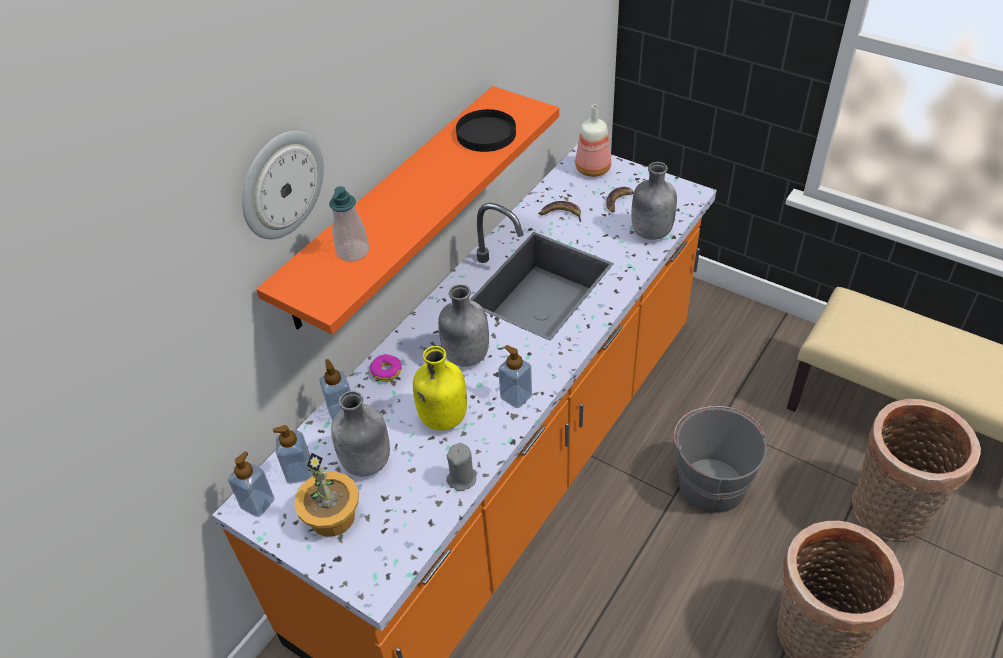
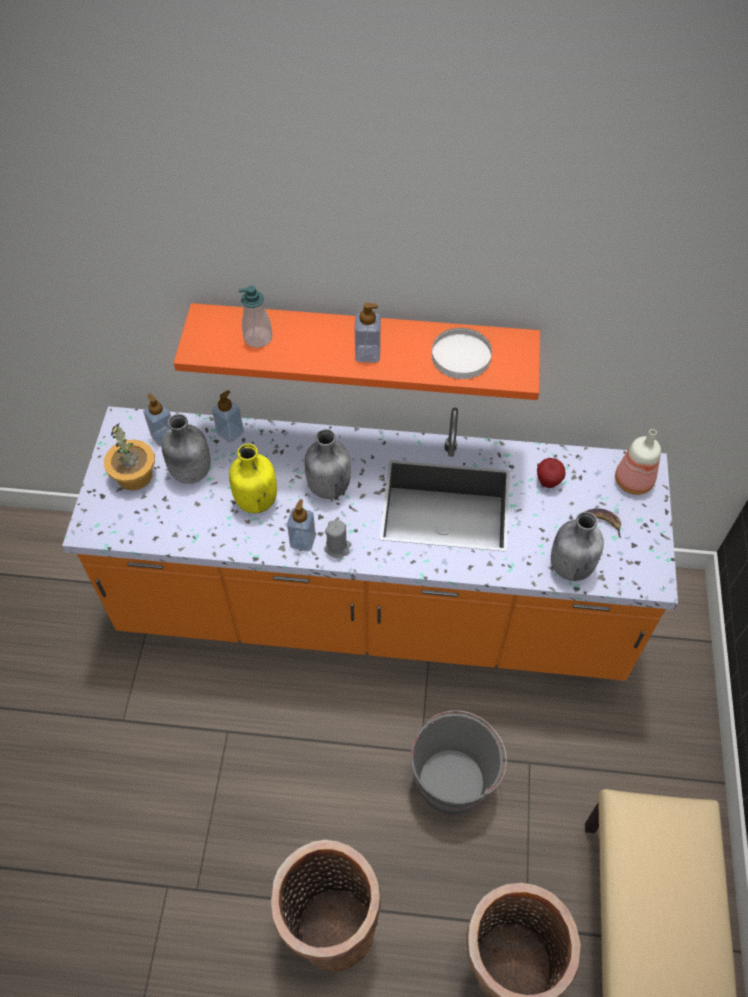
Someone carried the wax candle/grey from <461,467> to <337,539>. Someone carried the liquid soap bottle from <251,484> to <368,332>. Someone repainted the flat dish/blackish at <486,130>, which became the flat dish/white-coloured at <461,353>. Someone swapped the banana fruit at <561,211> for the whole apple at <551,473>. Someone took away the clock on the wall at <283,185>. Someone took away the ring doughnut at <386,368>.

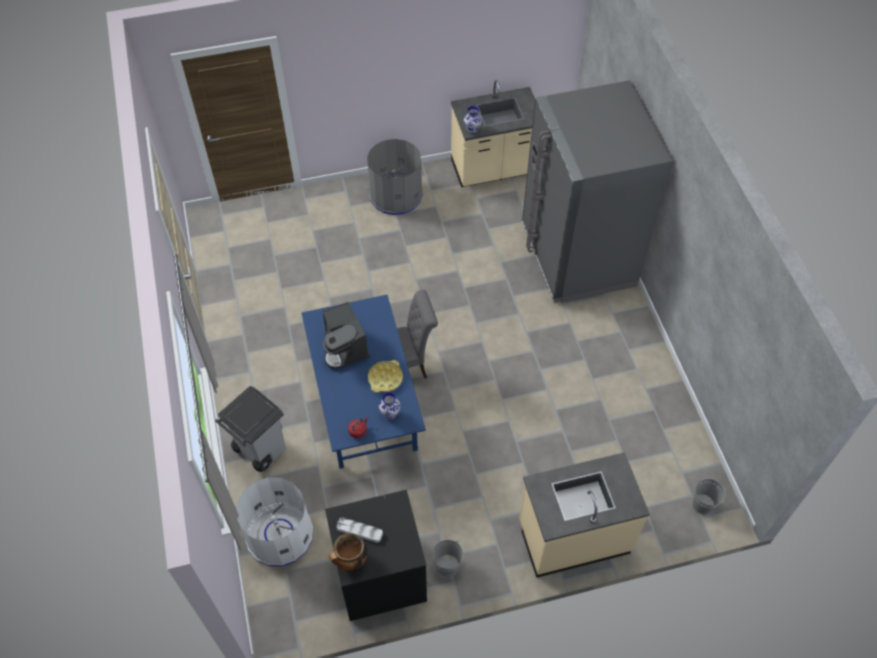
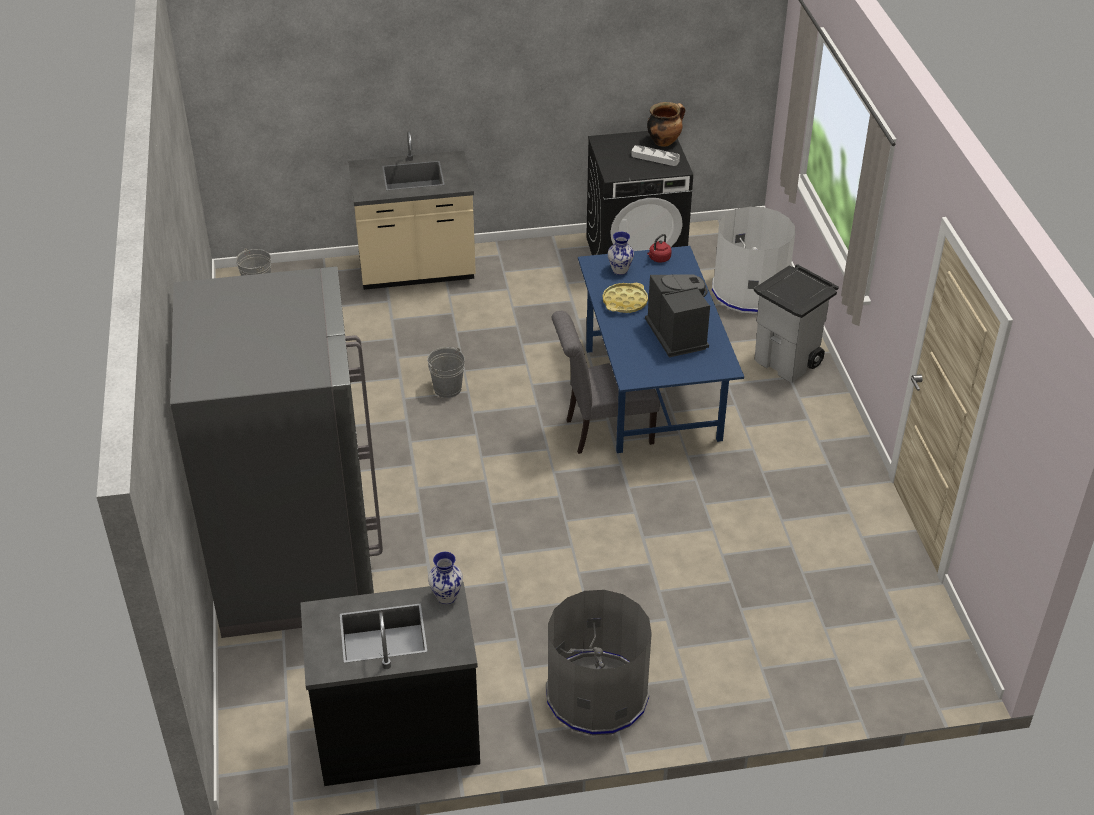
Someone repainted the counter/beige-coloured at <493,133>, which became the counter/blackish at <390,684>. Someone carried the pail/grey from <448,558> to <446,372>.

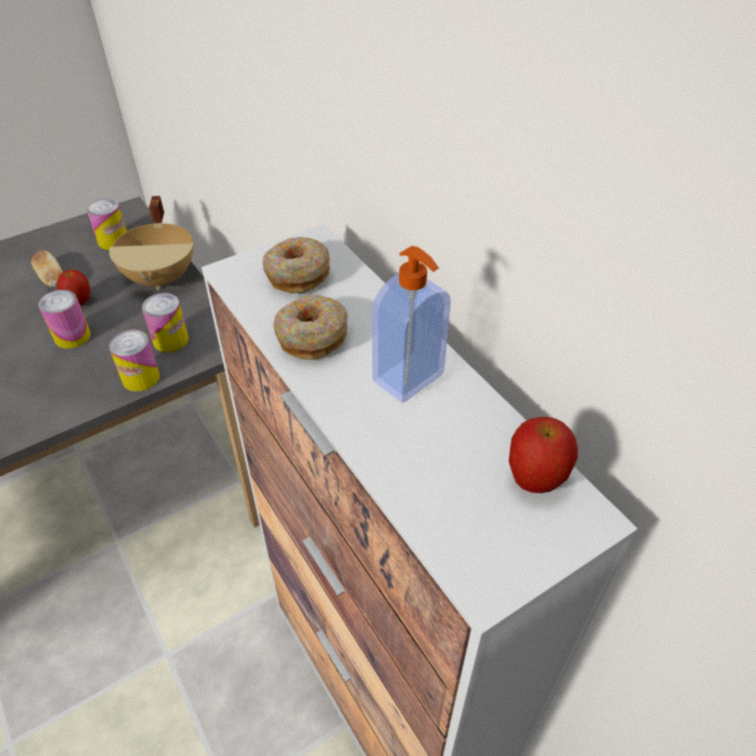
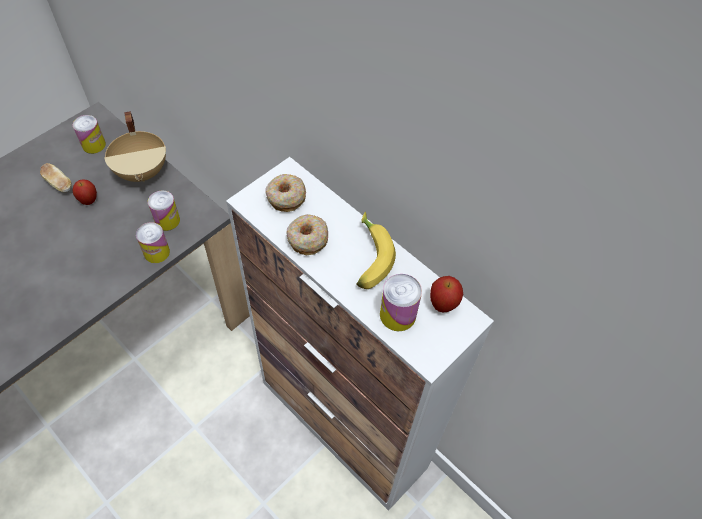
Someone swapped the liquid soap bottle at <411,324> for the banana fruit at <376,250>. Someone carried the metal can from <64,319> to <401,302>.

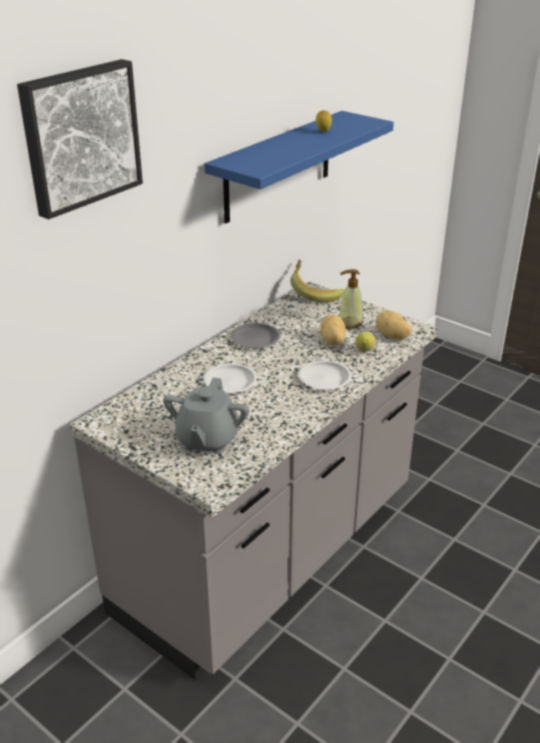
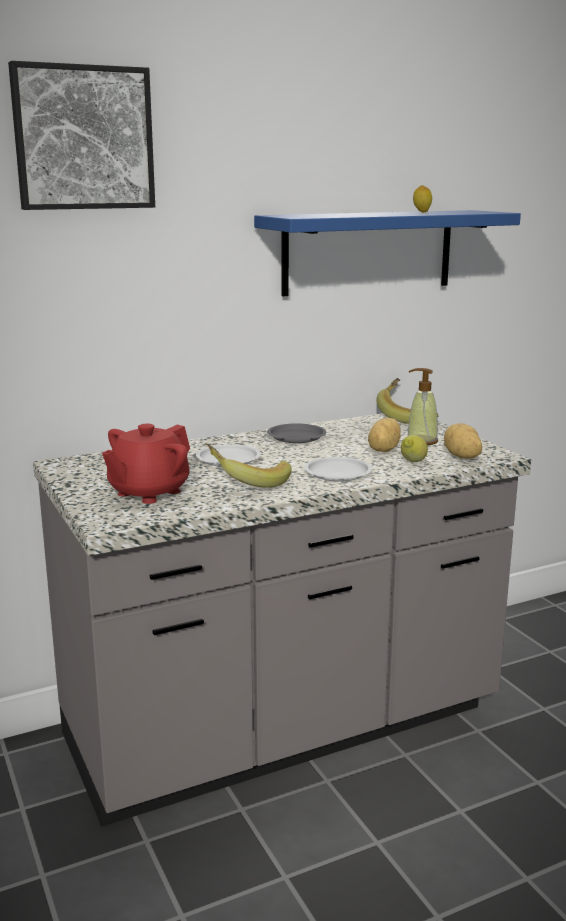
Someone repainted the tea pot/grey at <206,416>, which became the tea pot/reddish at <146,464>. Someone put down the banana fruit at <249,465>.

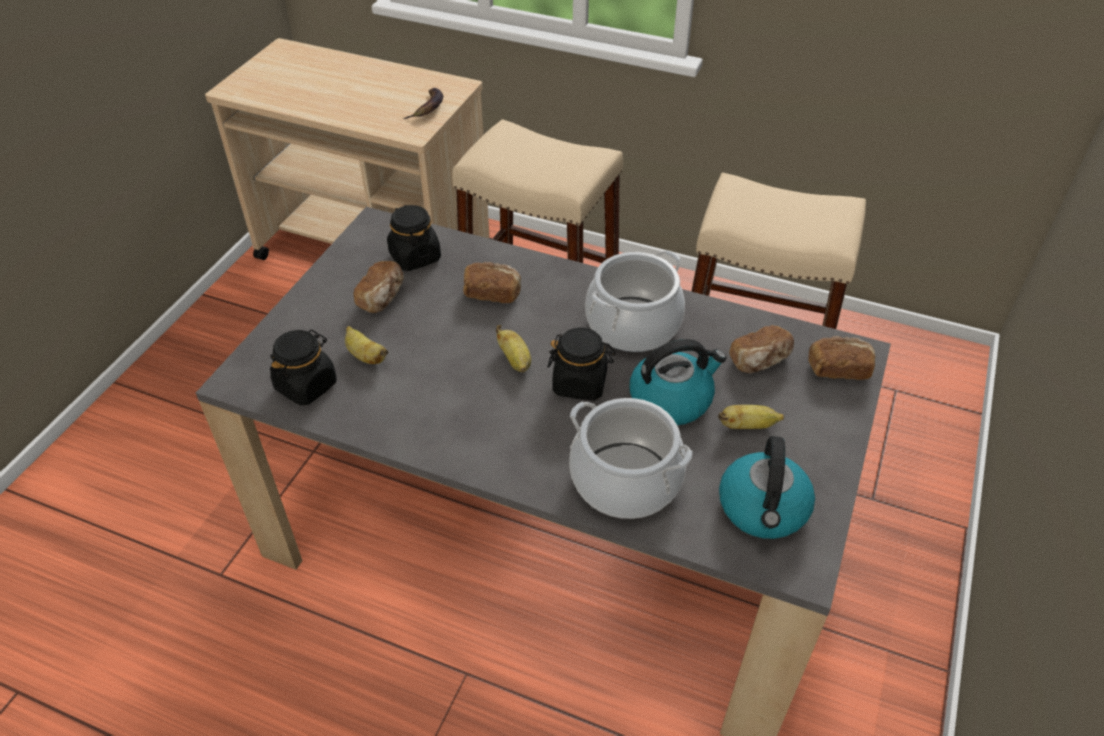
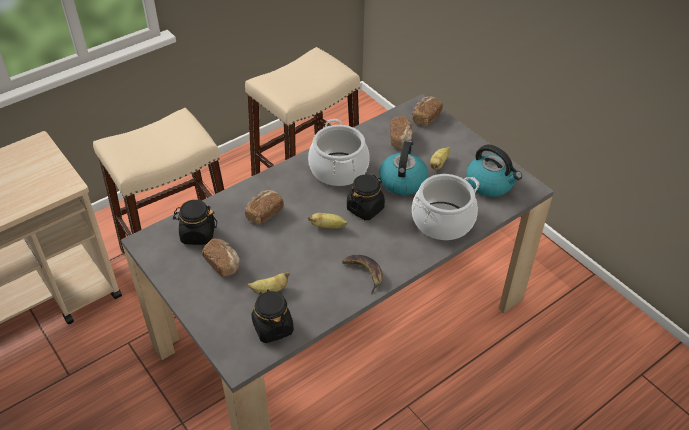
Someone carried the banana fruit from <423,103> to <362,275>.

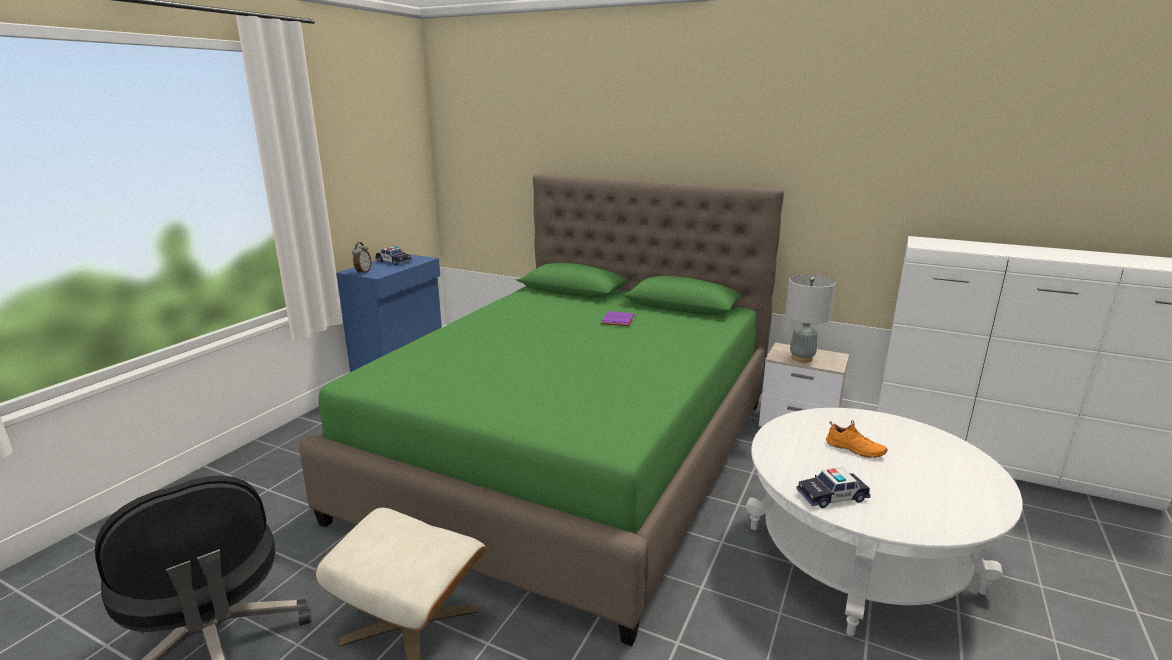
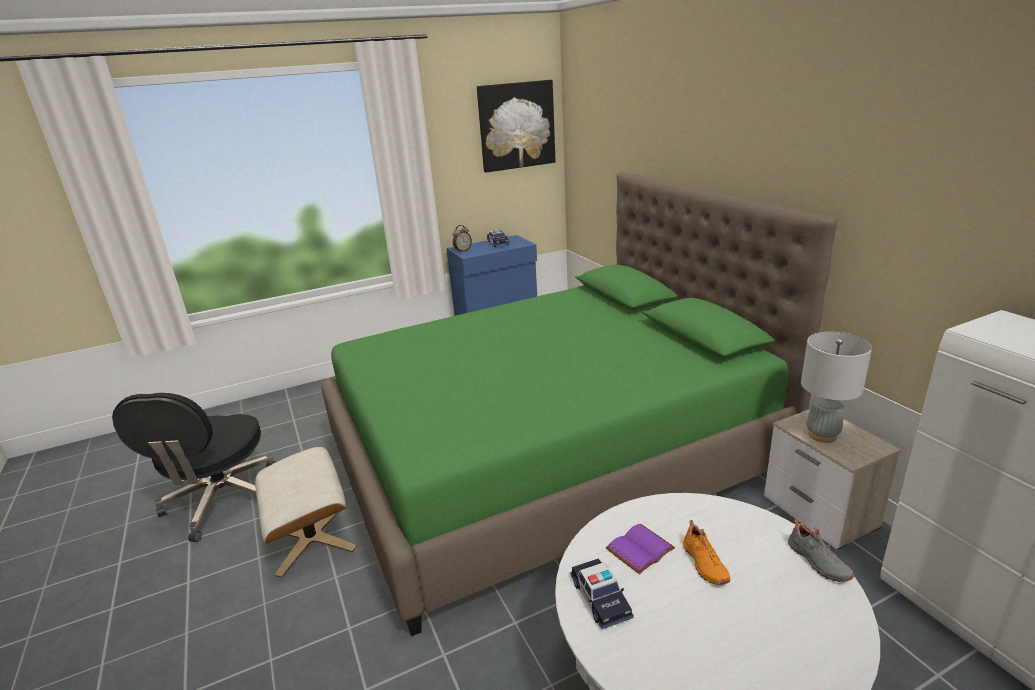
Someone put up the picture at <516,126>. Someone rotated the miniature car at <834,488> by 135 degrees counterclockwise. Someone carried the bound book/purplish from <618,318> to <640,549>. Someone put down the shoe/grey at <821,550>.

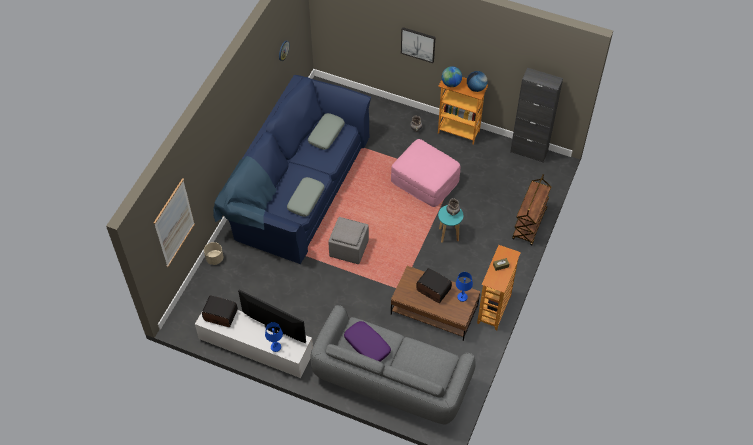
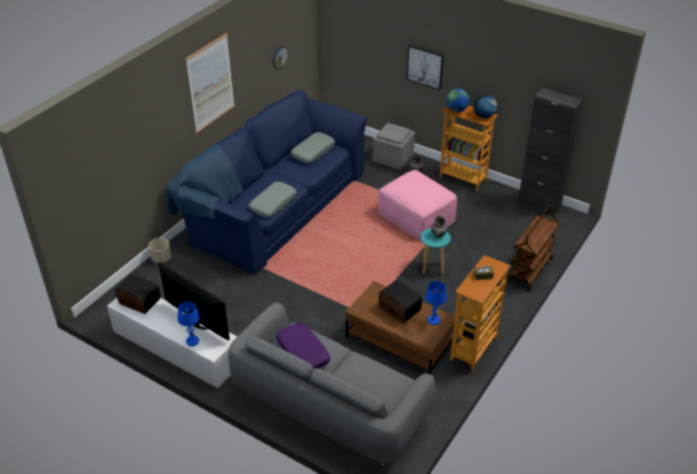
Someone carried the picture from <174,222> to <210,83>. Someone carried the footrest/grey from <348,240> to <393,146>.

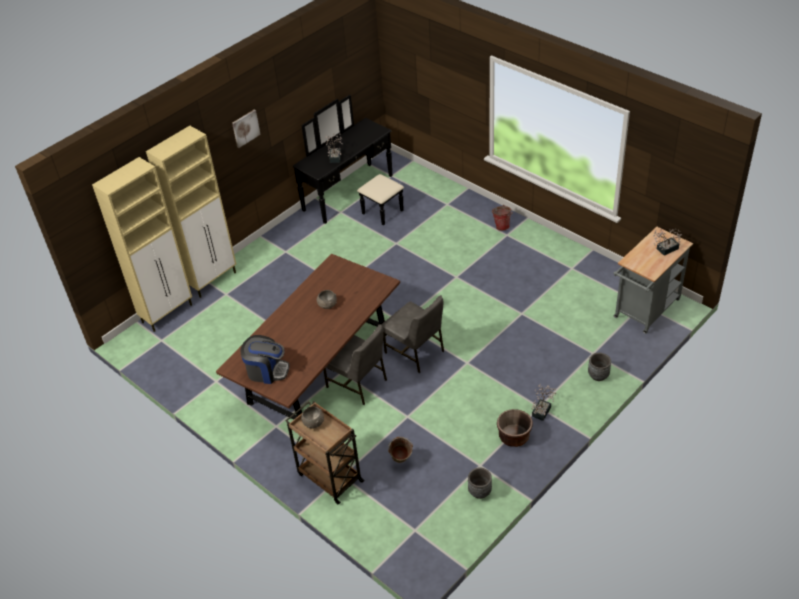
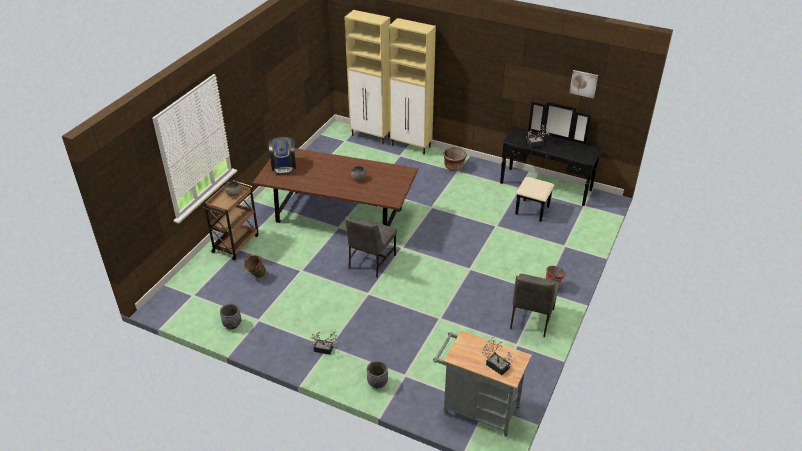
Someone carried the flower pot/brownish from <515,428> to <455,159>. Someone carried the plain chair/grey from <355,364> to <535,305>. Someone carried the picture from <246,129> to <583,84>.

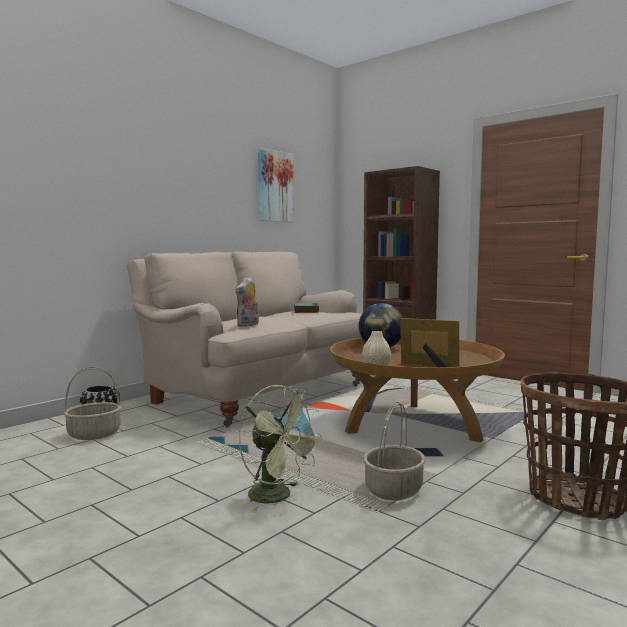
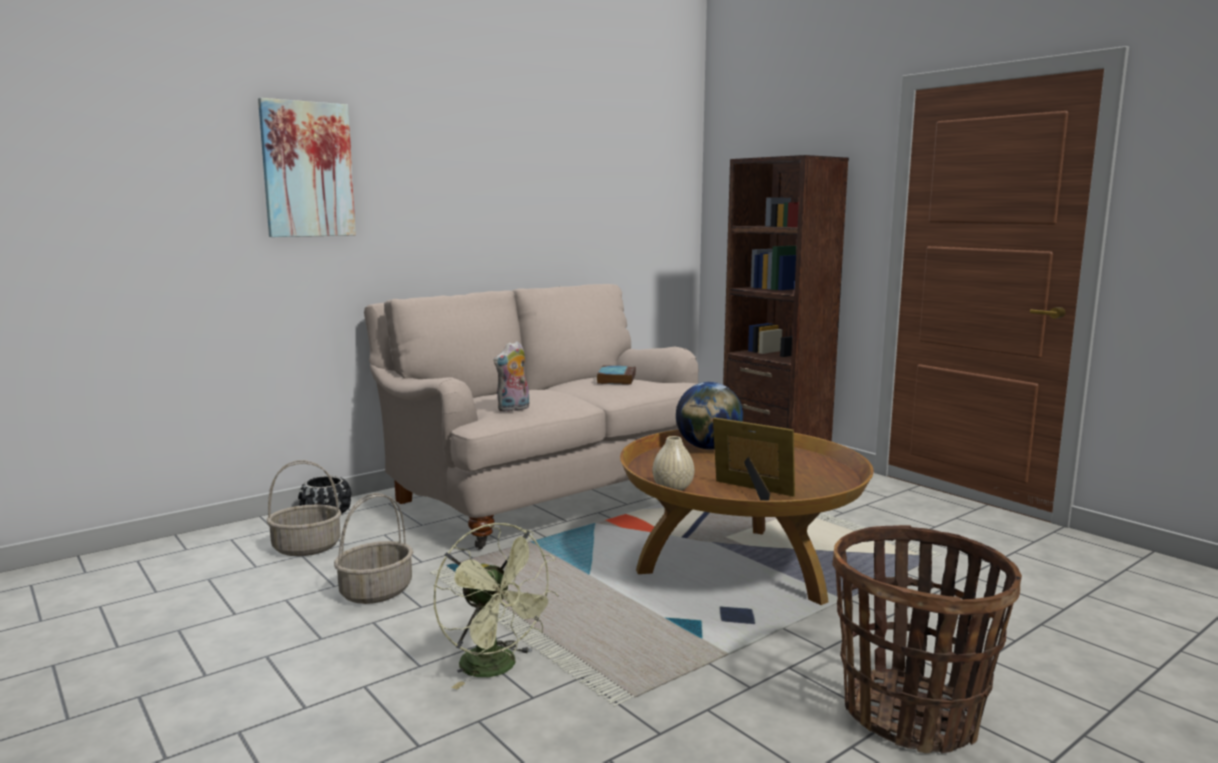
Someone carried the picture from <276,185> to <307,167>. Someone carried the storage basket from <394,451> to <373,548>.

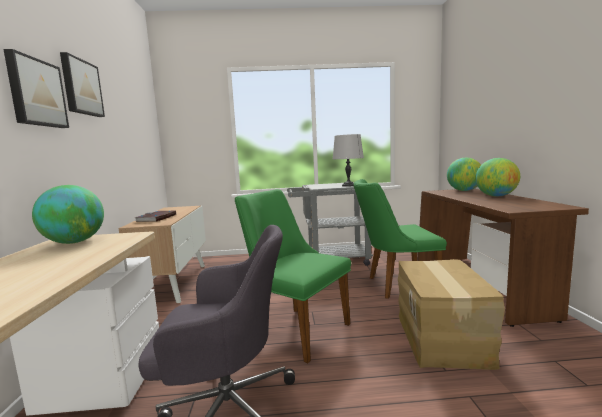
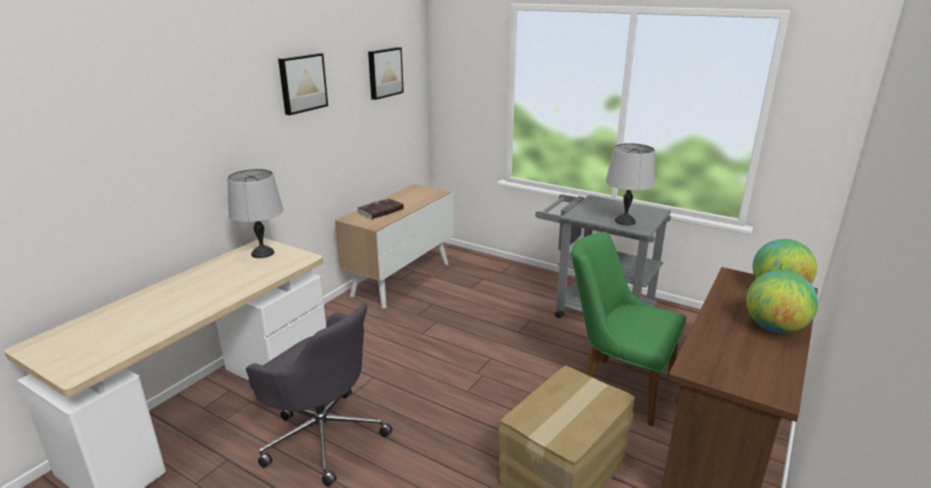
Someone swapped the globe at <68,214> for the lamp for a table/grey at <255,213>. Someone carried the picture from <36,88> to <386,73>. Someone took away the plain chair/green-coloured at <293,276>.

